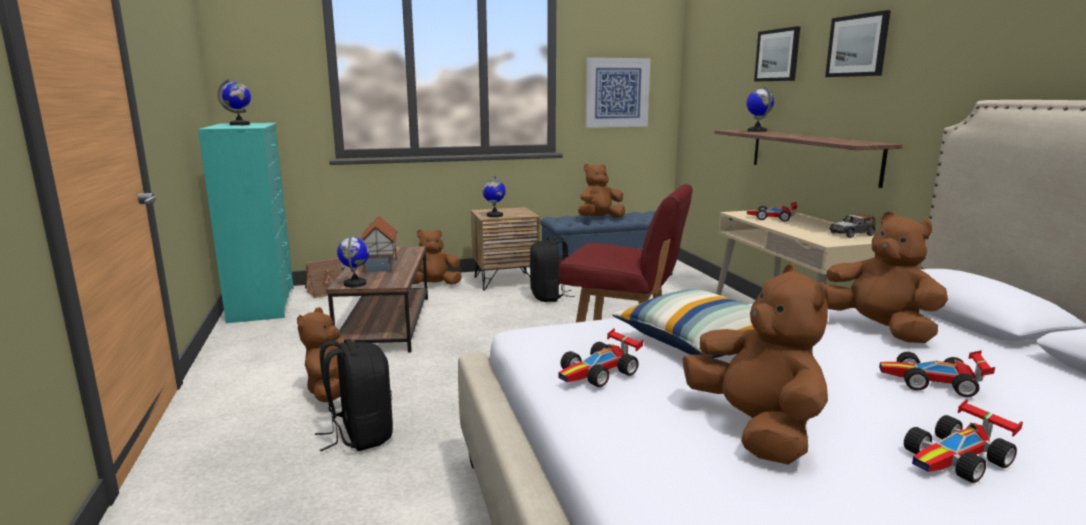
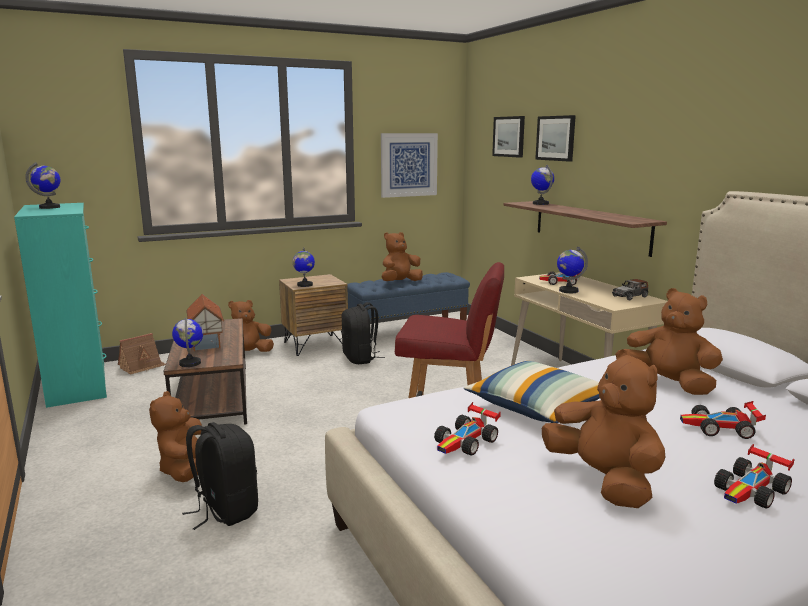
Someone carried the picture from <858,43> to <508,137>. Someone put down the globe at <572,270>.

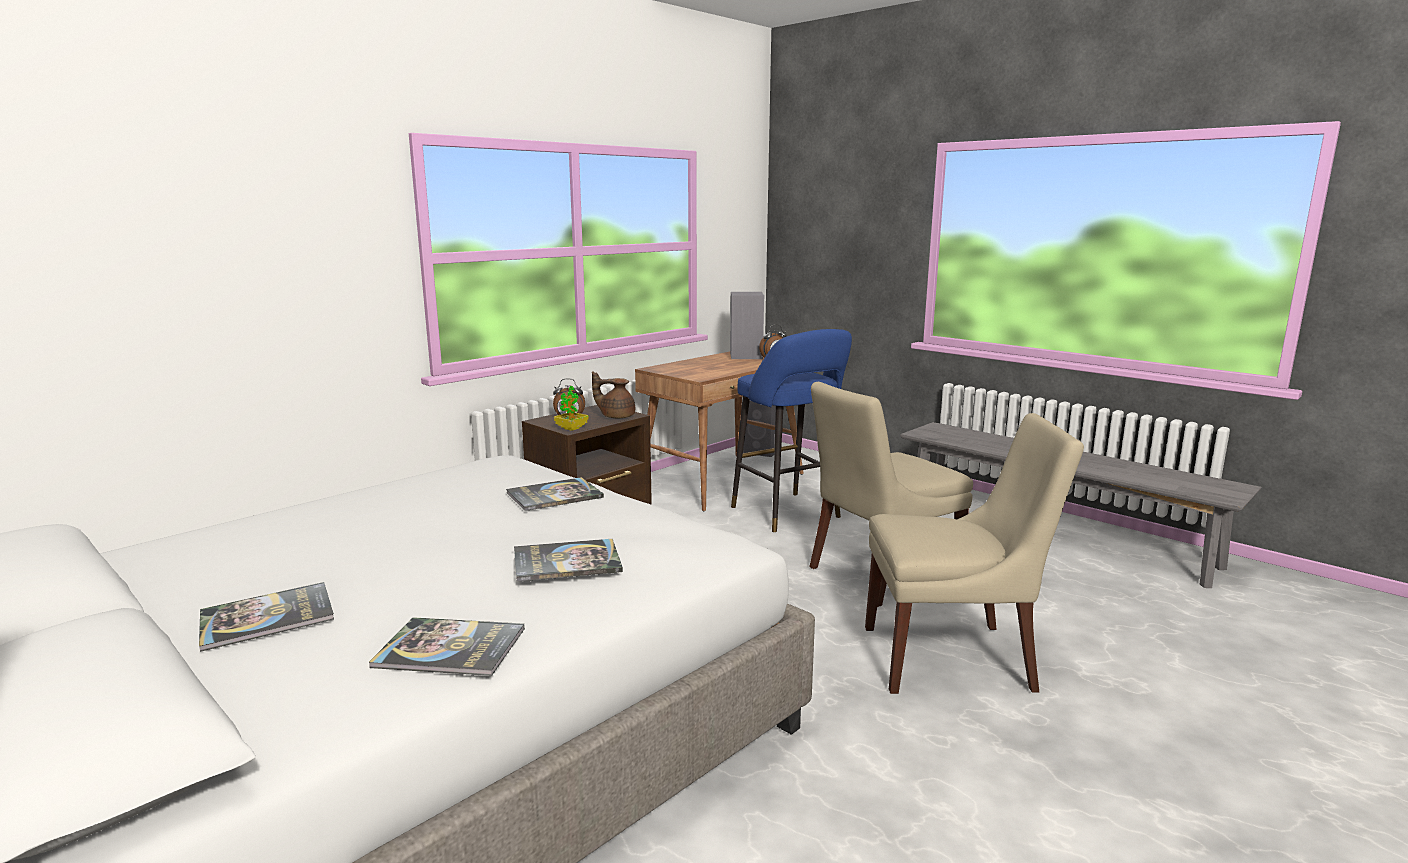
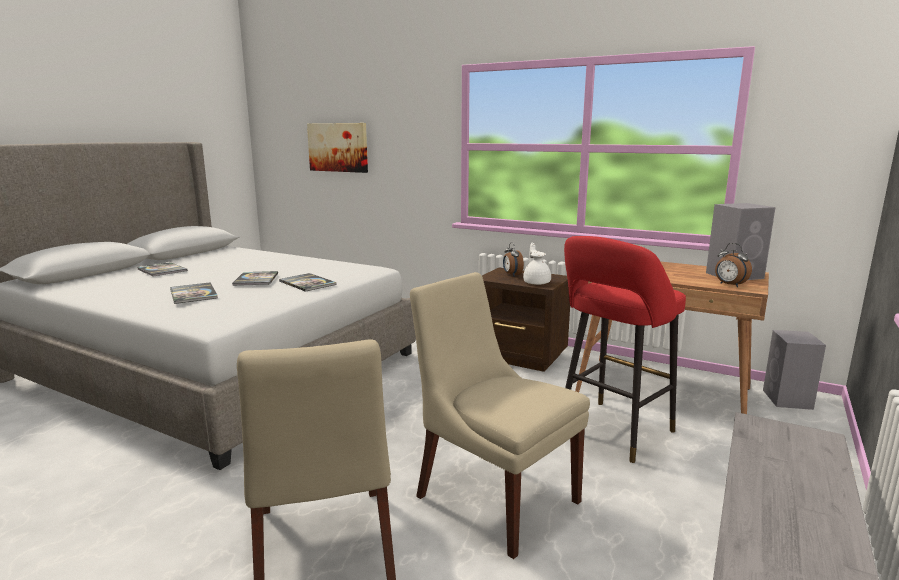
Someone carried the bound book from <447,646> to <255,278>. Someone put up the picture at <337,148>. Someone repainted the tea pot/brownish at <613,394>, which became the tea pot/white-coloured at <537,264>. Someone repainted the stool seat/bluish at <791,430>, which became the stool seat/reddish at <625,349>. Someone took away the houseplant at <571,408>.

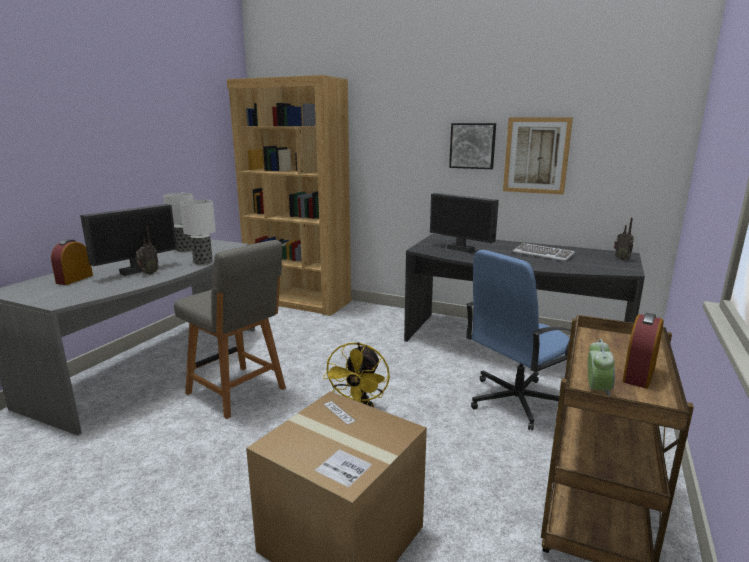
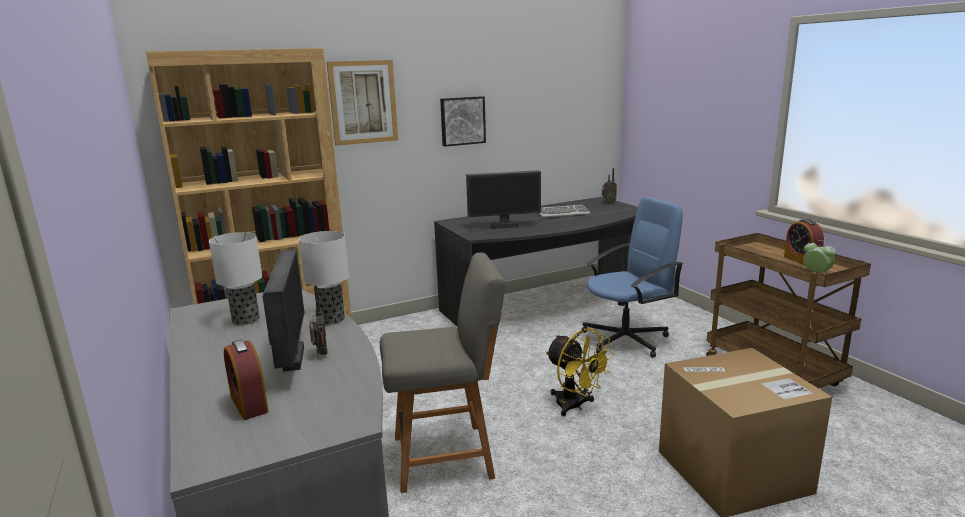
Someone carried the picture from <538,156> to <362,103>. Someone rotated the computer chair/bluish at <518,340> by 120 degrees counterclockwise.

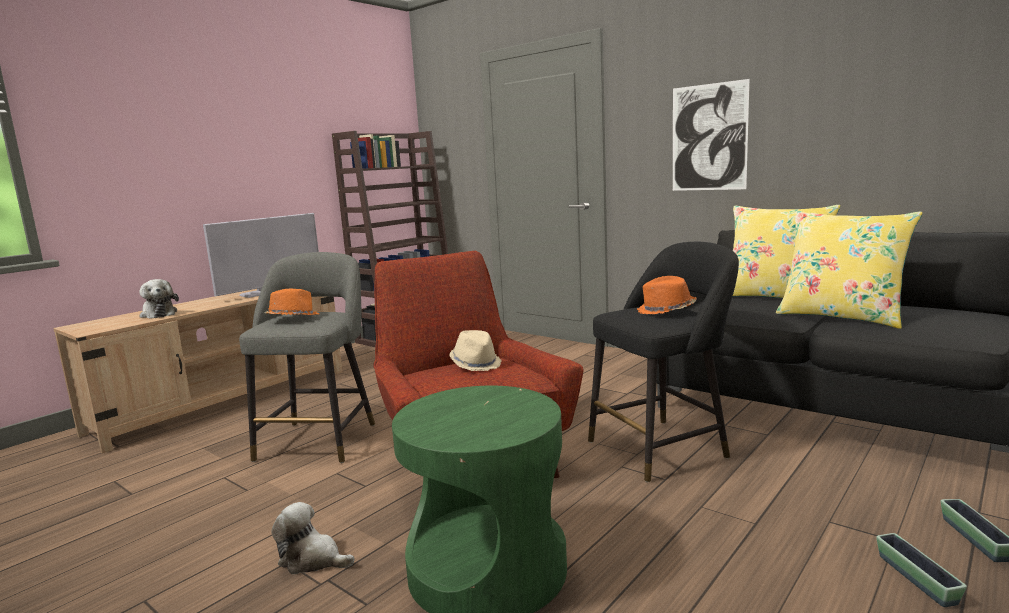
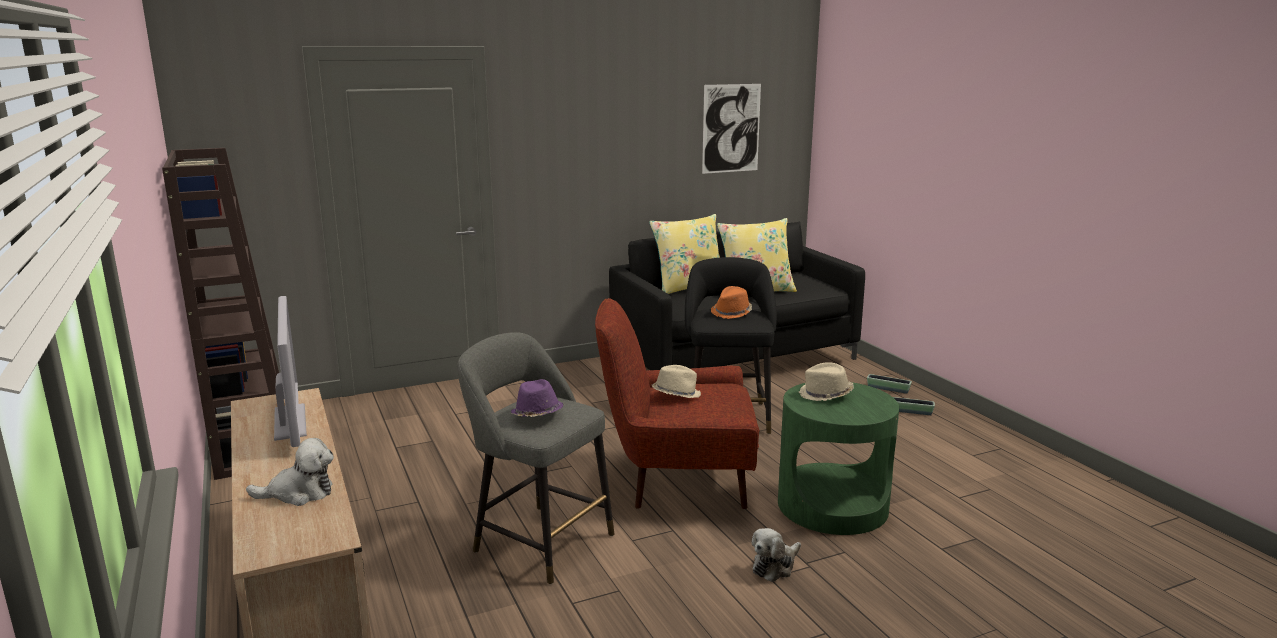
Someone repainted the clothing hat/orange-coloured at <292,302>, which became the clothing hat/purplish at <537,398>. Someone carried the picture from <711,135> to <731,129>. Someone put down the clothing hat/beige-coloured at <826,381>.

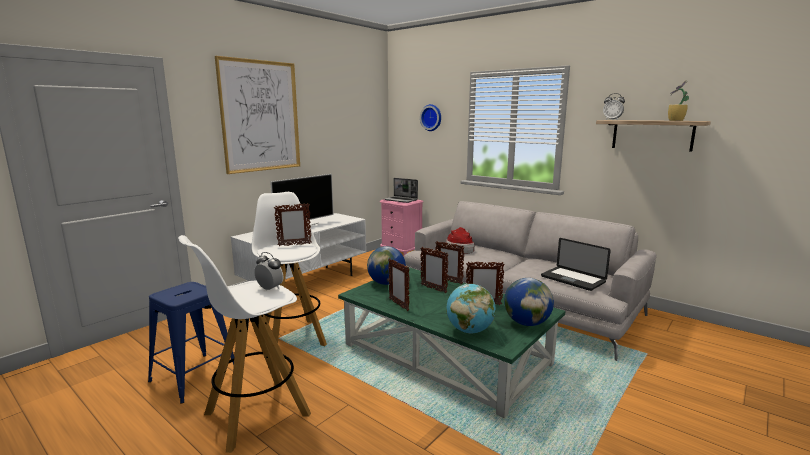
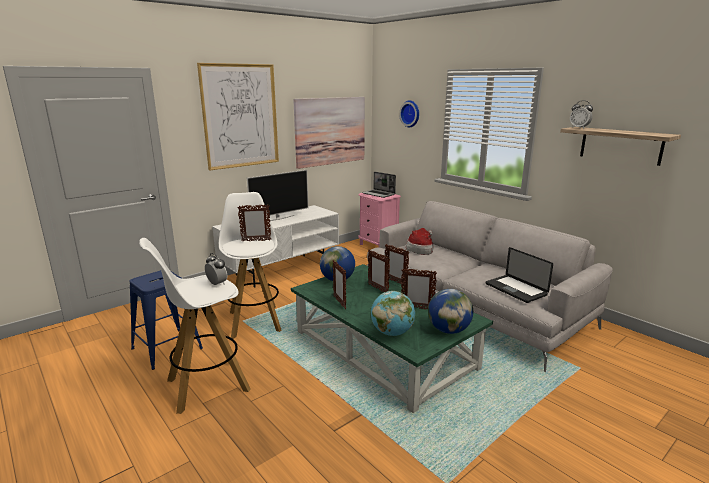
Someone put up the picture at <329,133>. Someone took away the houseplant at <678,101>.

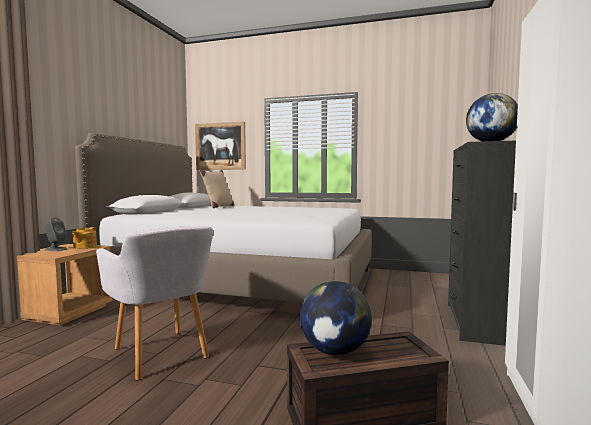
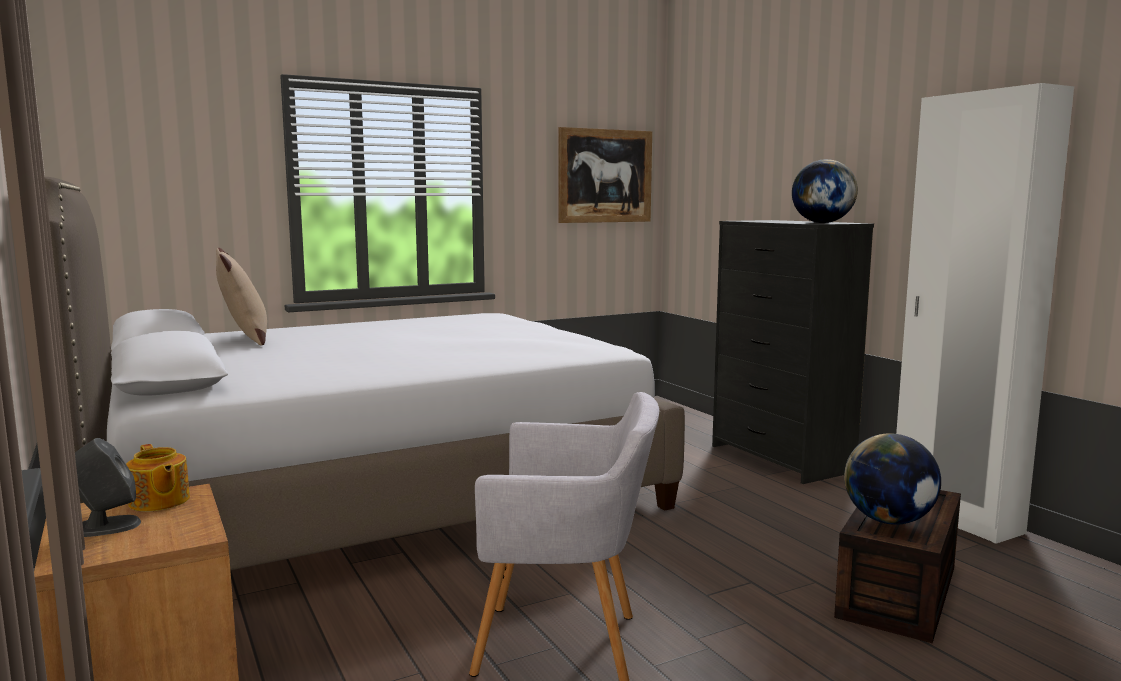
Someone carried the picture from <220,145> to <605,175>.

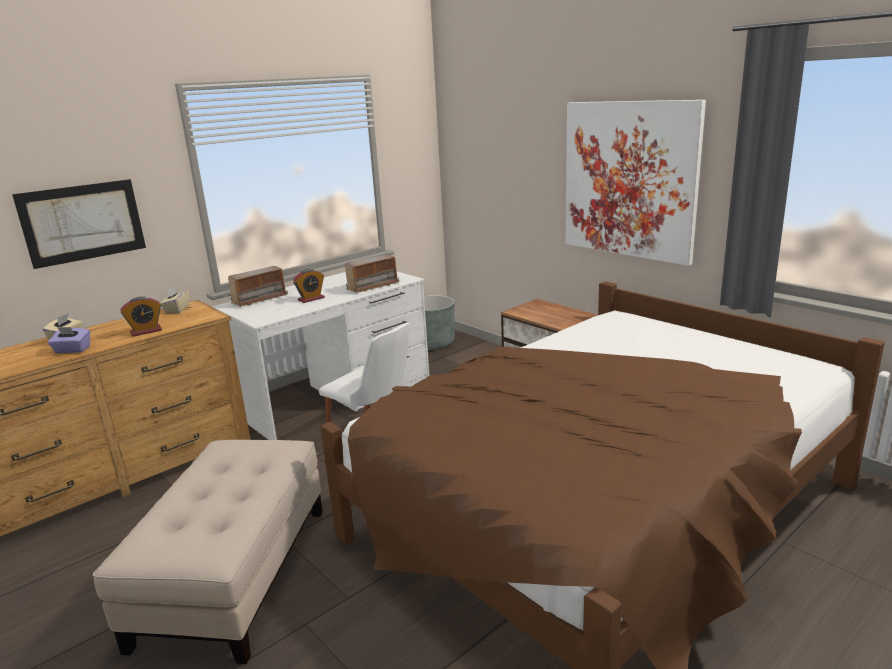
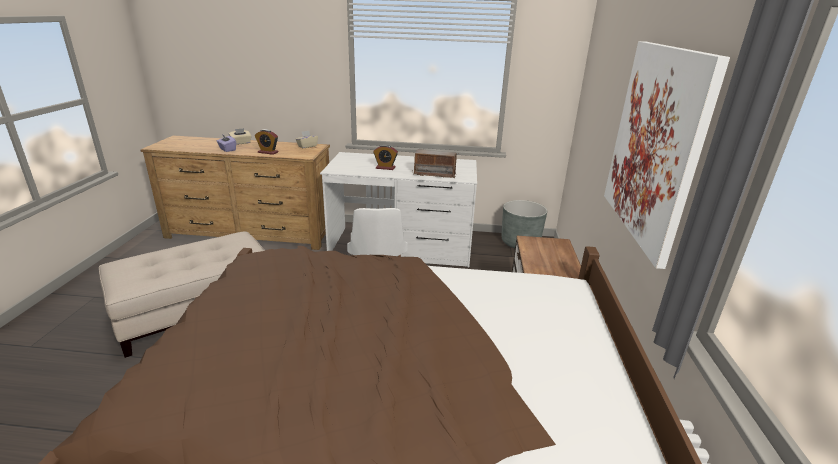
Someone took away the picture at <79,224>. Someone took away the radio at <258,286>.

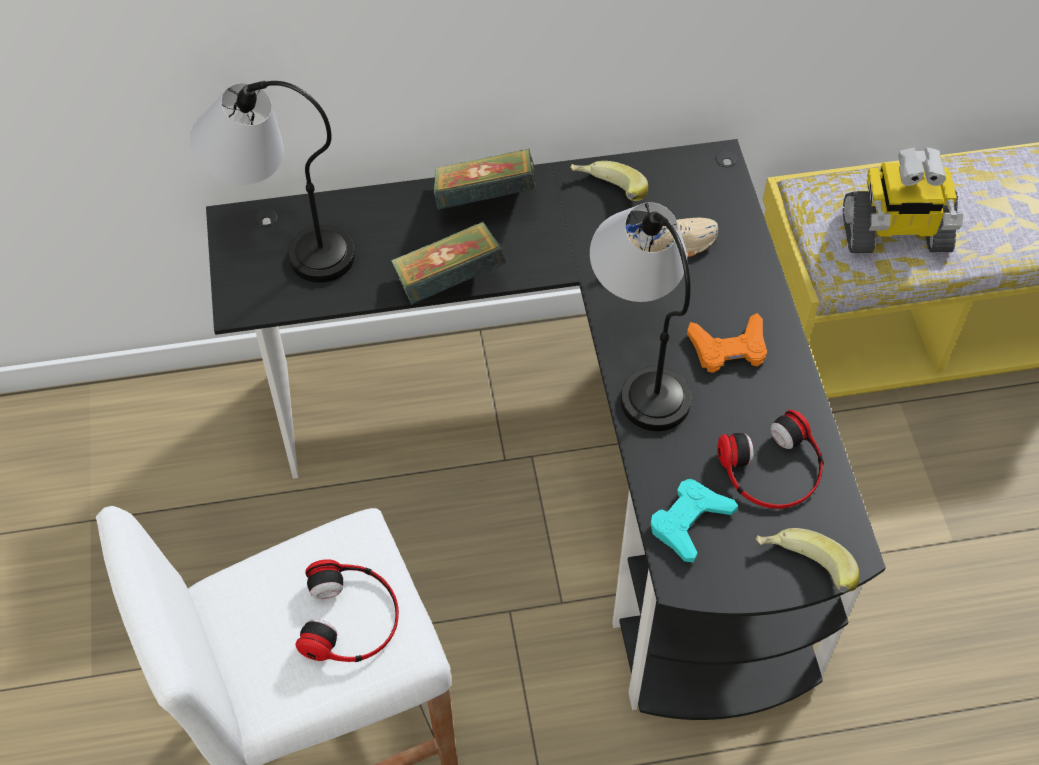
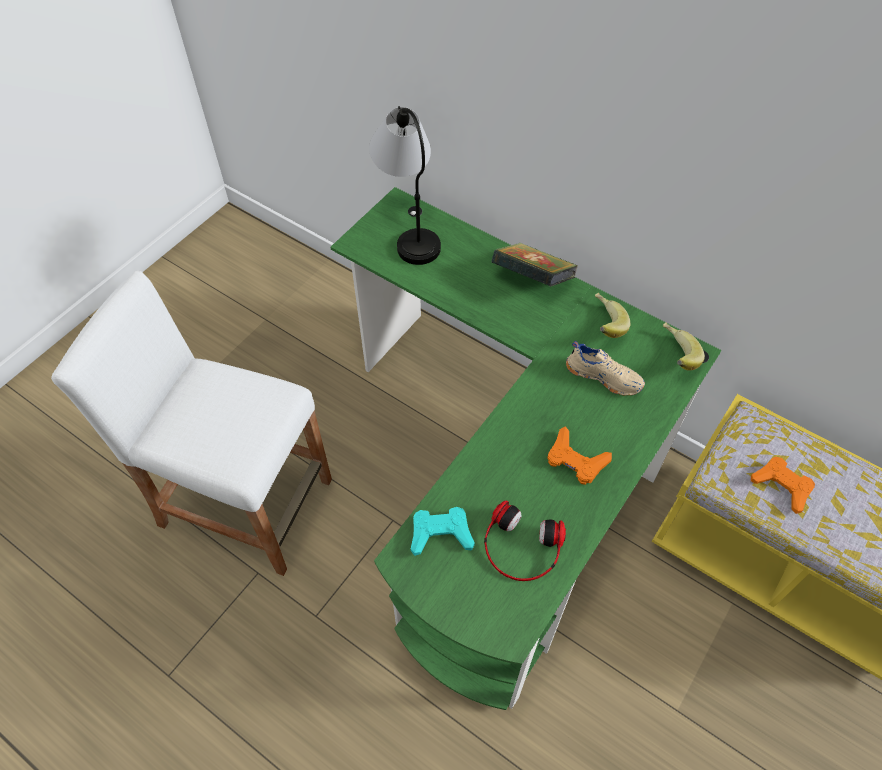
Someone repainted the desk/blackish at <546,429>, which became the desk/green-coloured at <526,448>. Someone carried the banana fruit from <807,560> to <684,347>. Someone swapped the robot figure at <903,200> for the game controller/orange-coloured at <783,485>. Someone took away the pair of headphones at <347,610>. Someone took away the bound book at <449,263>. Someone took away the lamp for a table at <641,316>.

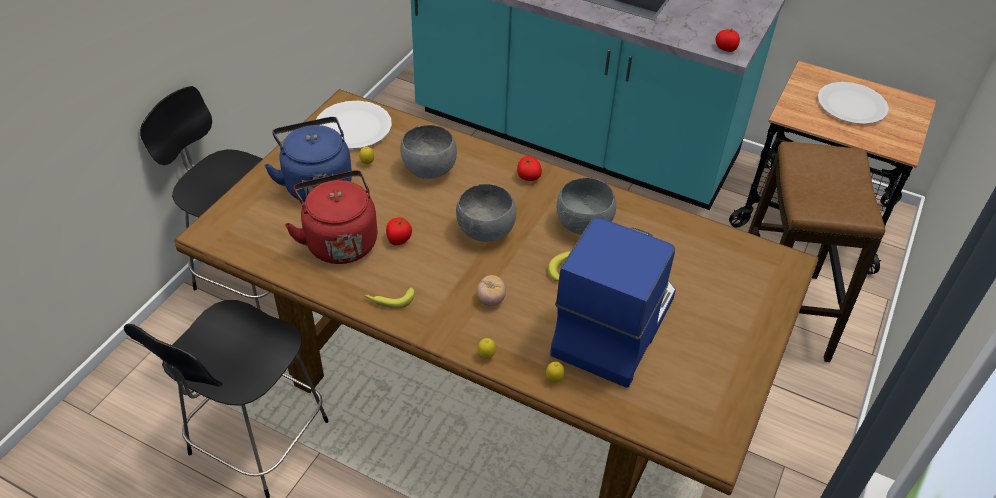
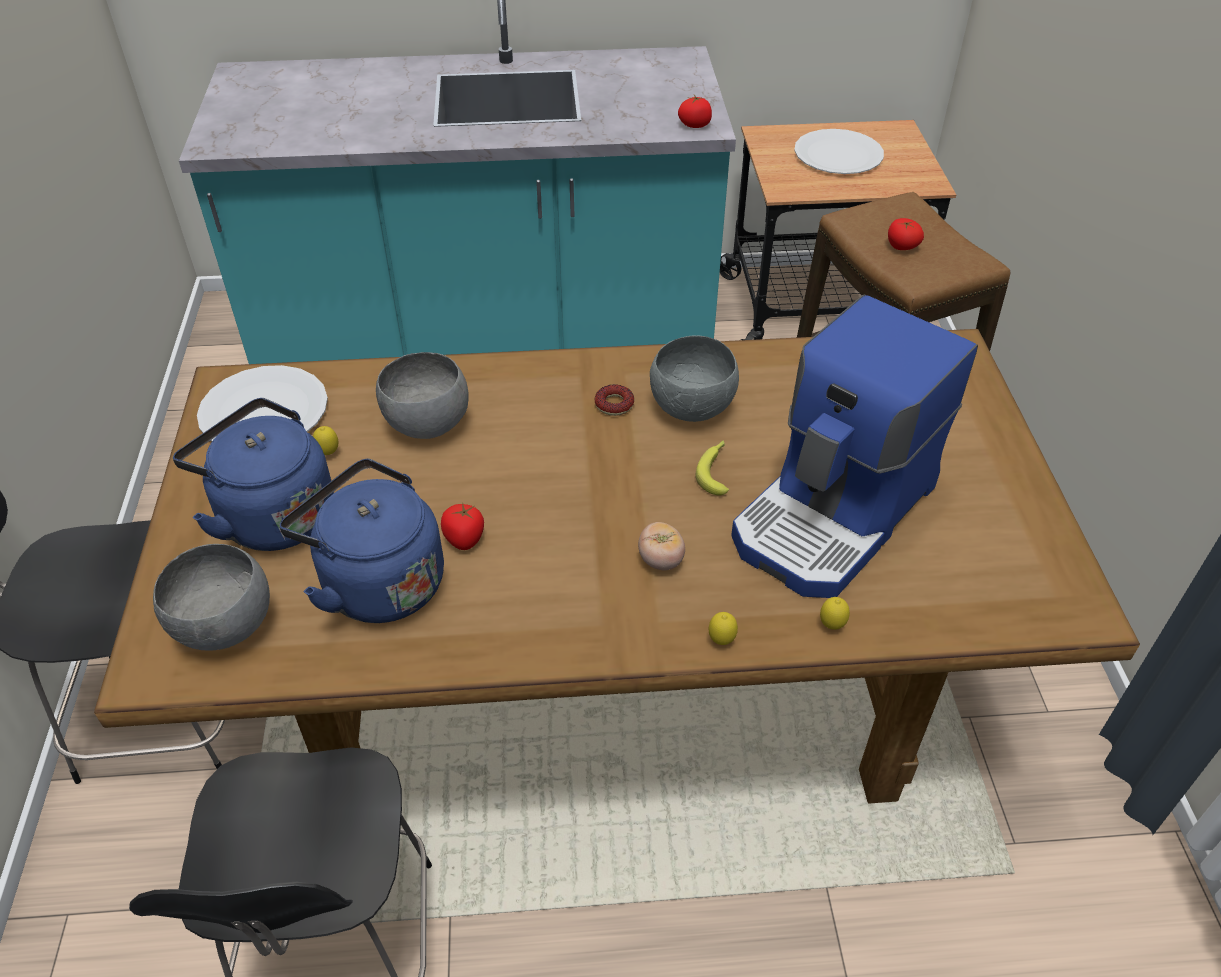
Someone carried the deep dish/grey from <486,213> to <211,597>. Someone repainted the tea kettle/reddish at <331,217>, which became the tea kettle/bluish at <361,540>. Someone put down the ring doughnut at <614,400>. Someone rotated the coffee brewer at <613,302> by 135 degrees counterclockwise. Someone carried the whole tomato from <529,168> to <906,234>. Someone took away the banana fruit at <390,298>.

